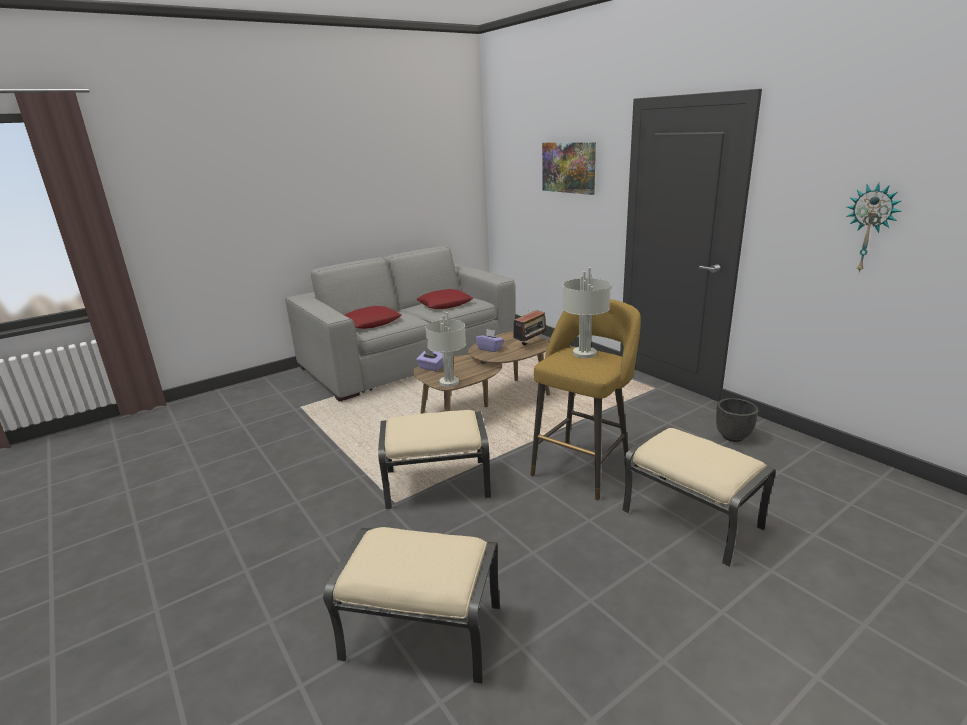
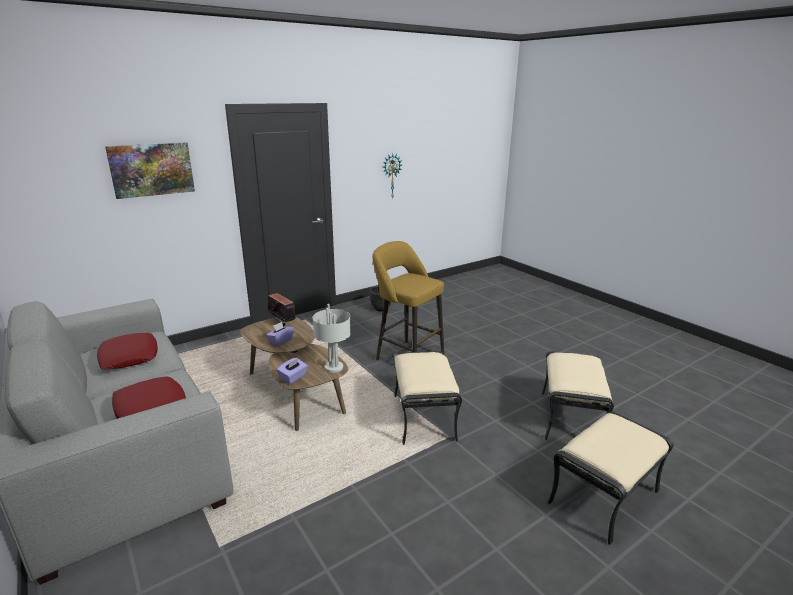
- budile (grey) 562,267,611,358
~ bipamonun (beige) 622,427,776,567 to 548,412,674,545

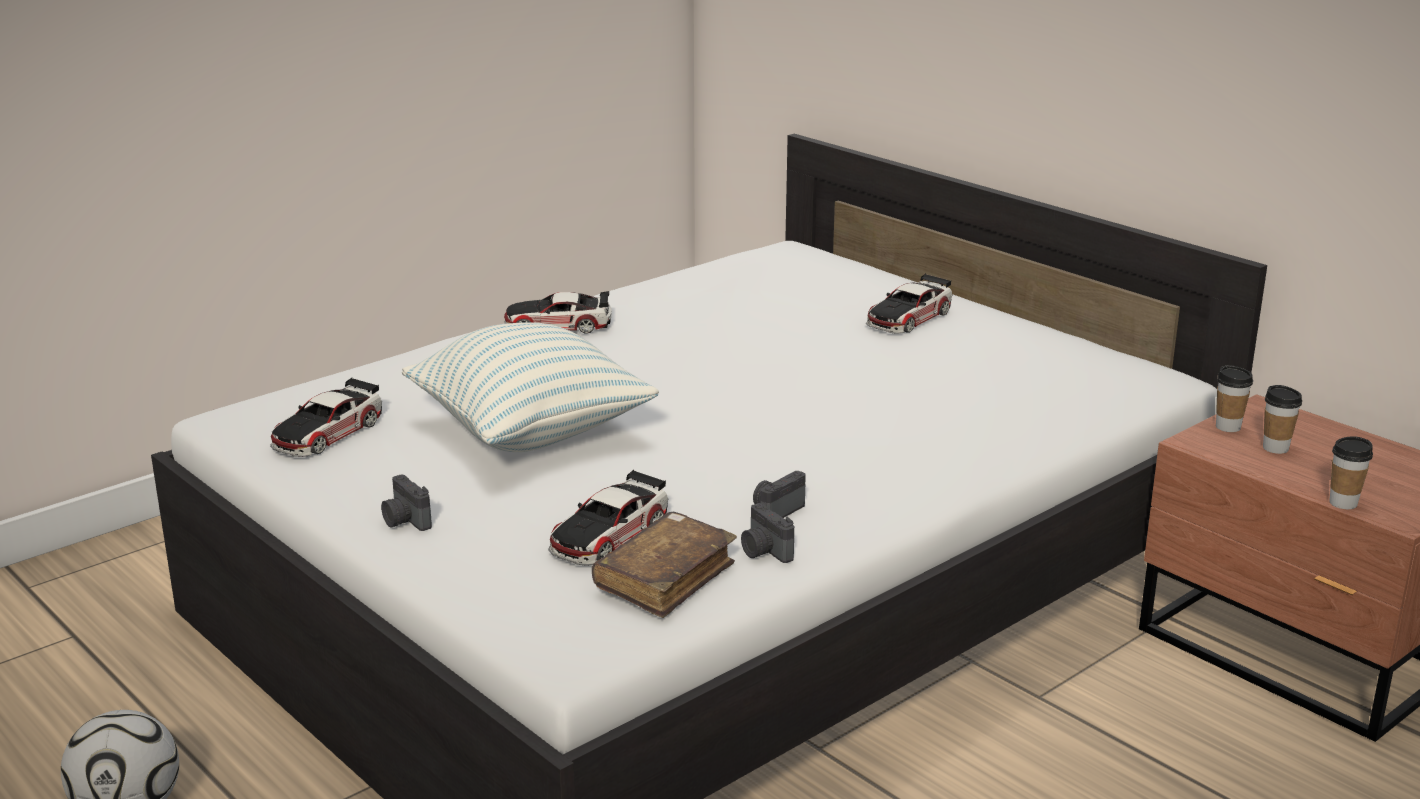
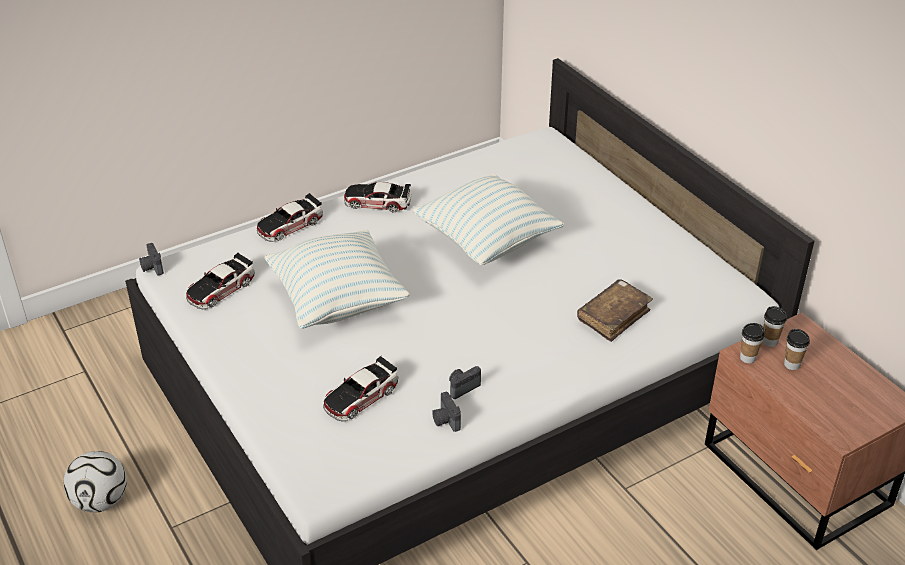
~ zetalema 866,274,952,334 to 257,193,323,242
~ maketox 1329,436,1373,509 to 740,323,765,363
~ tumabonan 381,475,432,531 to 139,243,164,276
~ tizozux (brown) 592,512,737,618 to 577,279,653,342
+ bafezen 413,174,564,265

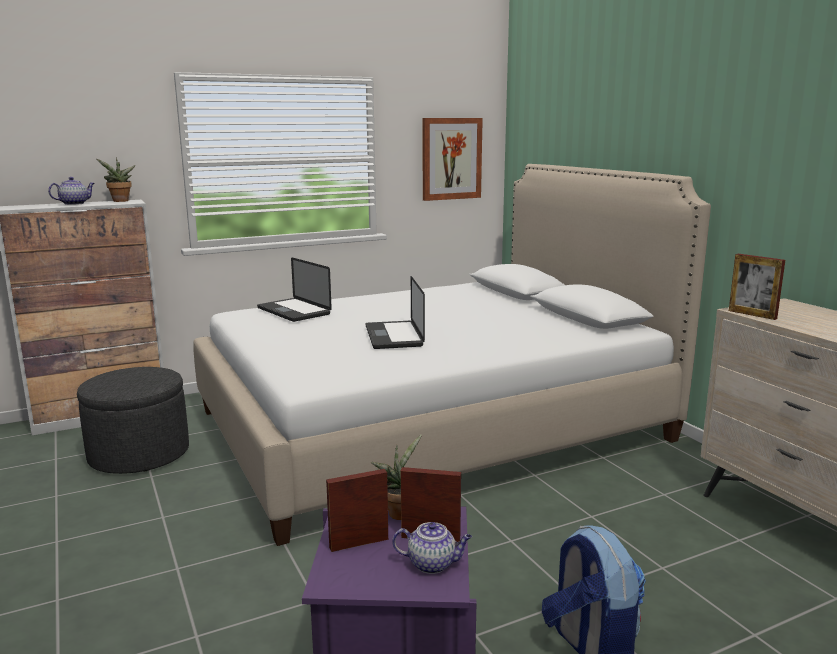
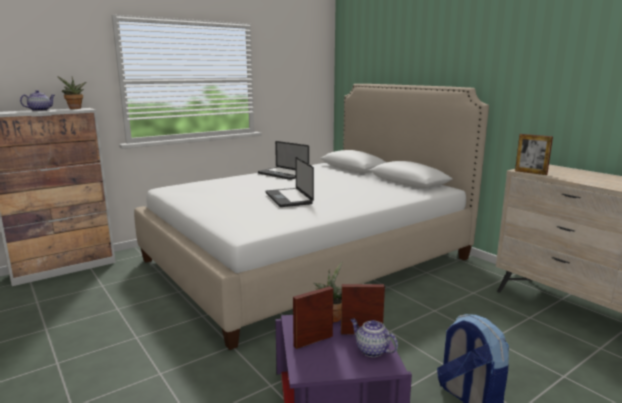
- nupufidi 422,118,483,201
~ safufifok 257,257,332,322 to 258,141,309,180
- bipamonun (grey) 77,367,189,474
~ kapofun 392,522,472,574 = 350,319,398,357 135 degrees counterclockwise

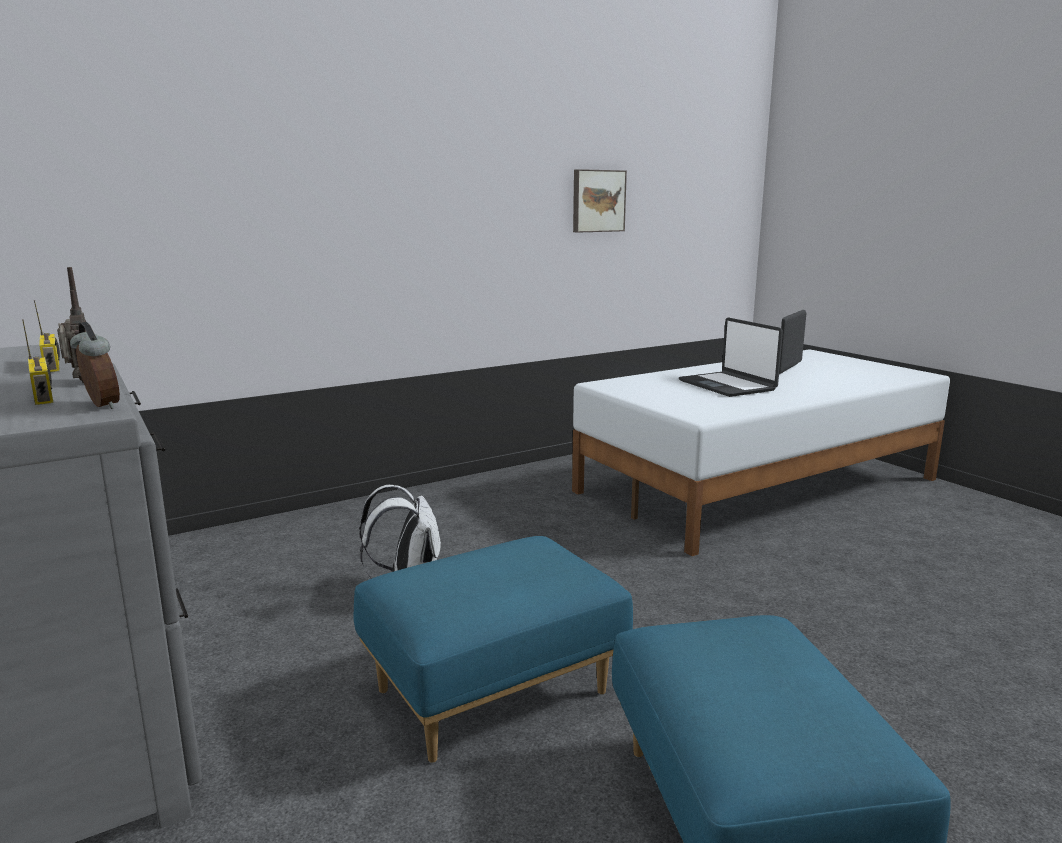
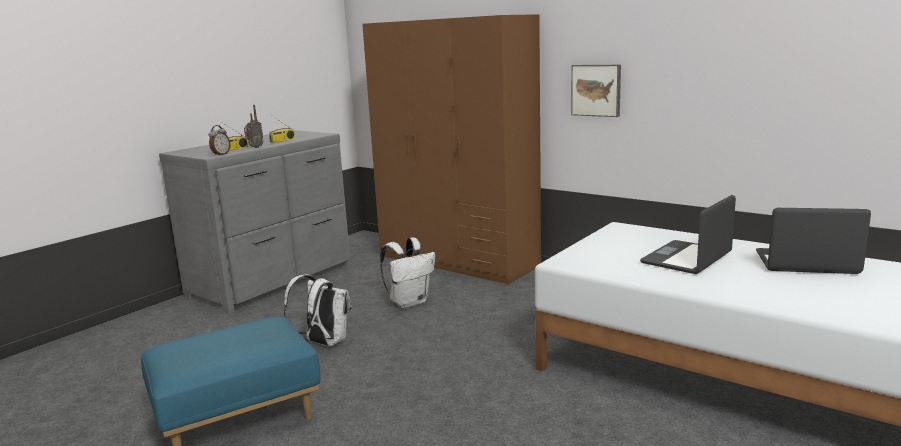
~ nupufidi 573,169,627,233 to 571,65,621,117
~ bipamonun (blue) 354,536,633,763 to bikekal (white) 284,274,352,346
+ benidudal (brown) 362,14,541,285

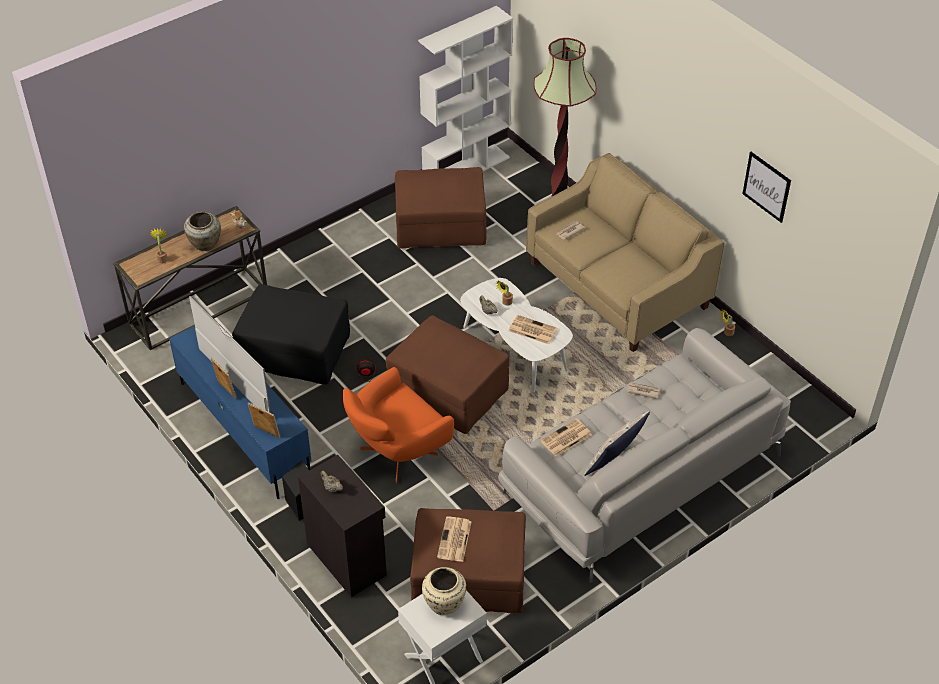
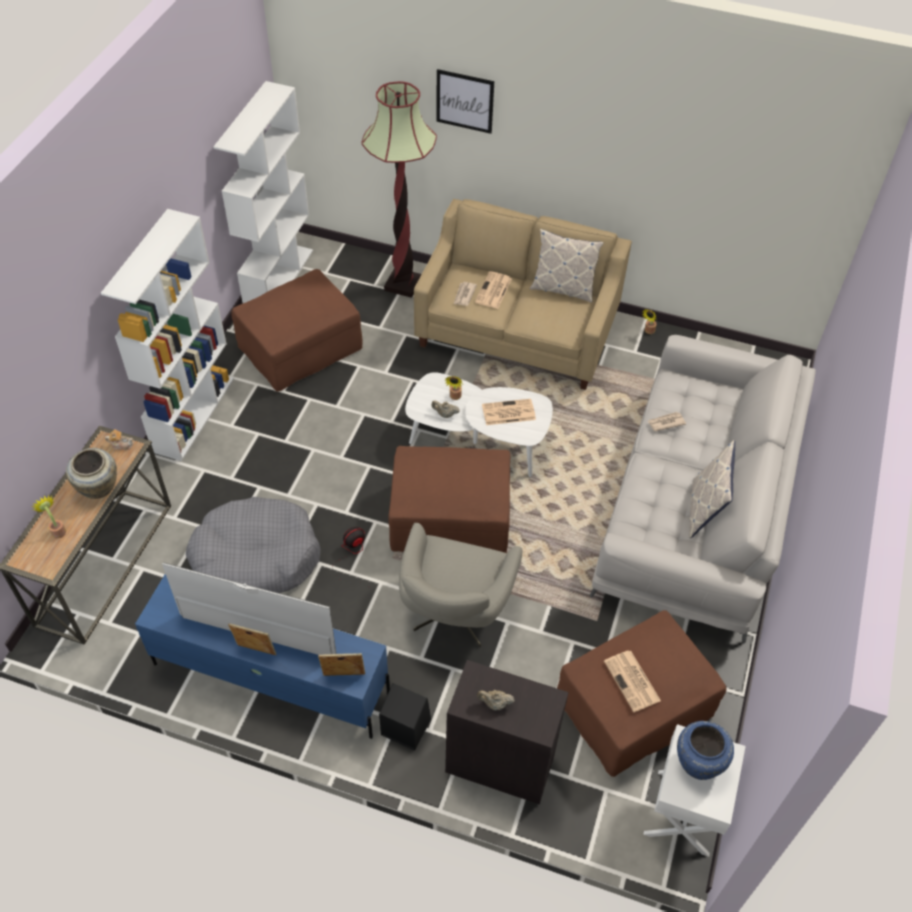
~ nupufidi 742,152,791,223 to 436,69,494,134
~ bipamonun (black) 232,284,350,385 to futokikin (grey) 186,497,321,593
~ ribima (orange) 343,367,454,484 to ribima (grey) 399,523,522,647
~ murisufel 540,418,592,457 to 475,271,512,309
~ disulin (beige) 422,567,466,615 to disulin (blue) 677,721,734,780
+ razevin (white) 101,209,234,461
+ bafezen 530,229,604,303

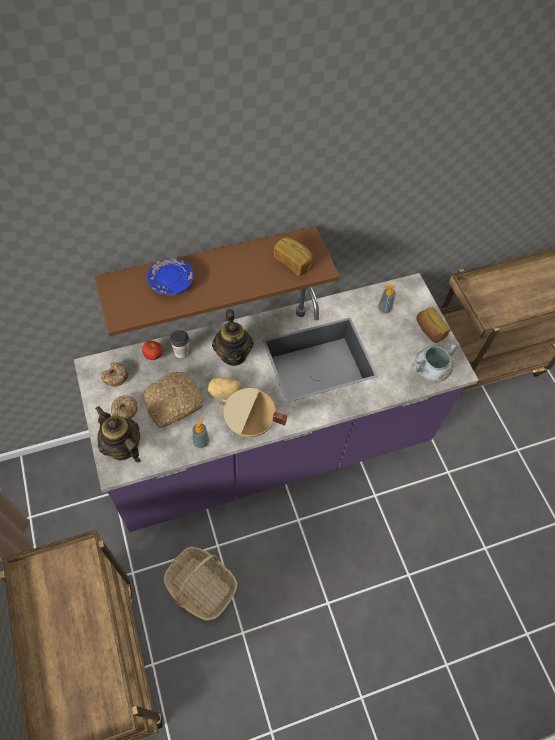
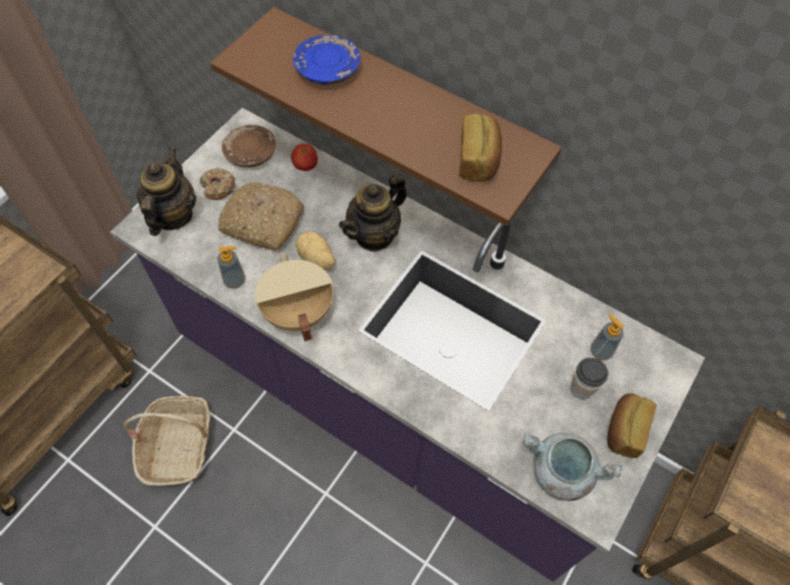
~ maketox 170,330,189,359 to 570,358,608,400
~ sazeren 101,362,128,387 to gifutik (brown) 222,125,276,167

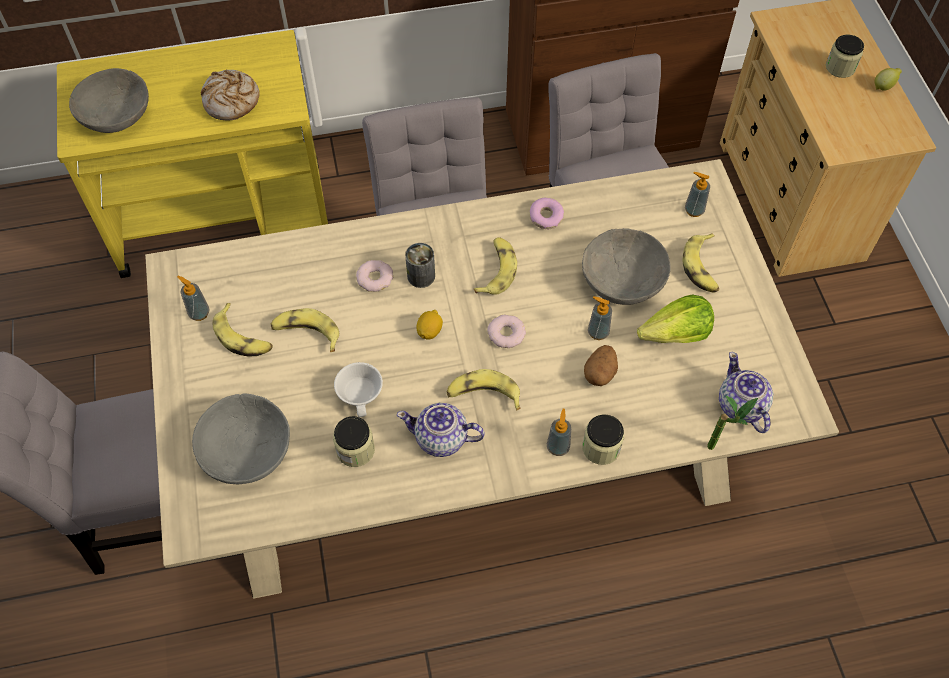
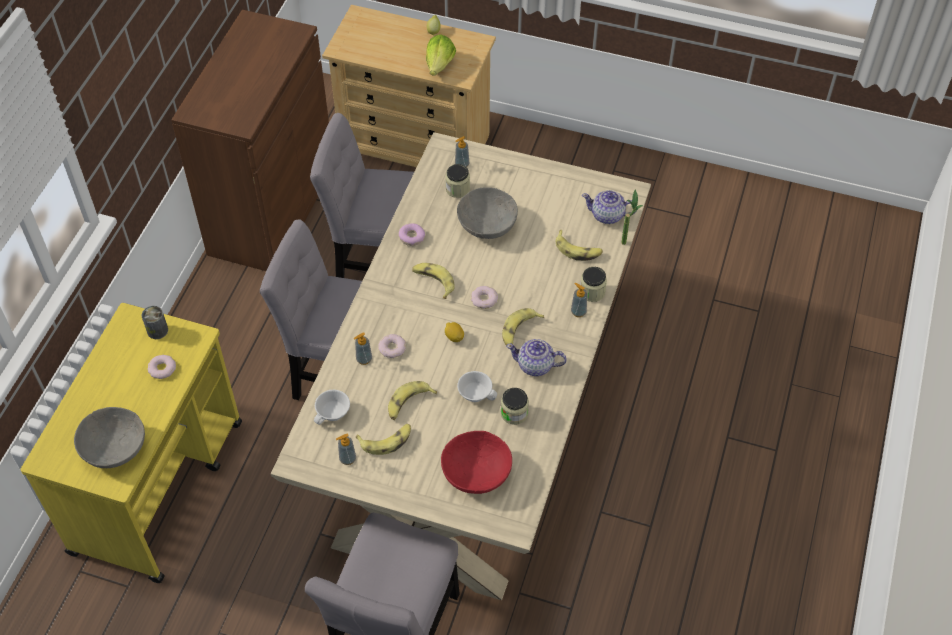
~ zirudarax 826,35,864,78 to 445,164,470,198
~ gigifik 201,70,259,121 to sazeren 148,355,176,379
~ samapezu 683,233,719,292 to 556,230,603,261
~ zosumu 405,243,435,288 to 142,306,168,339
~ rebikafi 637,294,714,343 to 426,34,456,76
~ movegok 588,296,612,340 to 354,332,372,365
- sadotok 584,345,618,386
~ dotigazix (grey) 192,393,290,484 to dotigazix (red) 441,431,512,494
~ kapofun 397,403,485,457 = 506,339,567,376 60 degrees clockwise
+ maketox (white) 314,390,350,425

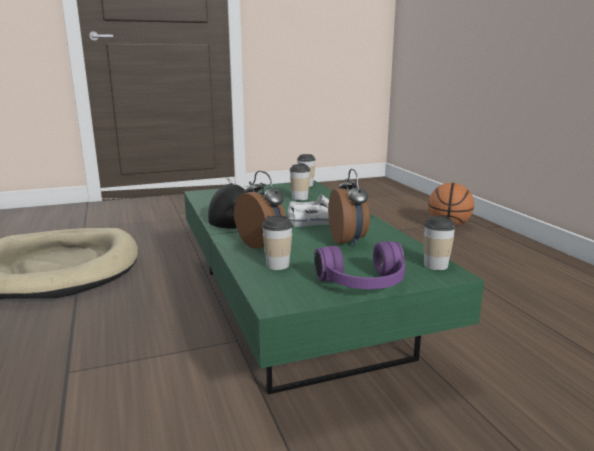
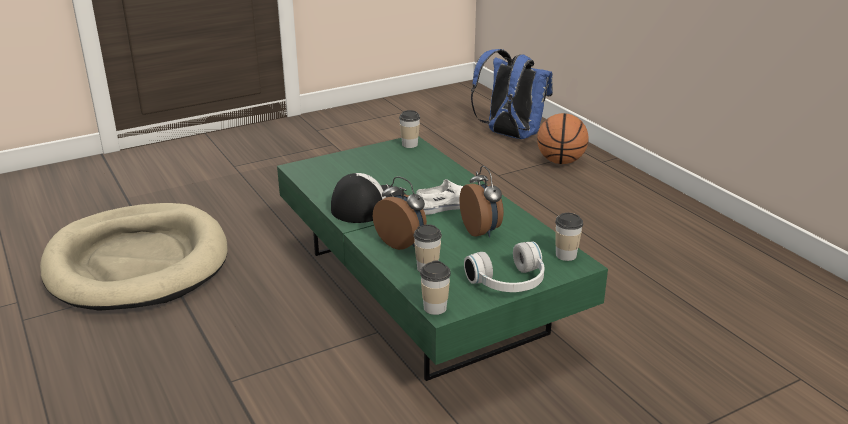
~ maketox 289,163,310,201 to 420,261,451,315
~ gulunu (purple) 314,241,405,289 to gulunu (white) 464,242,545,292
+ bikekal (blue) 471,49,553,139

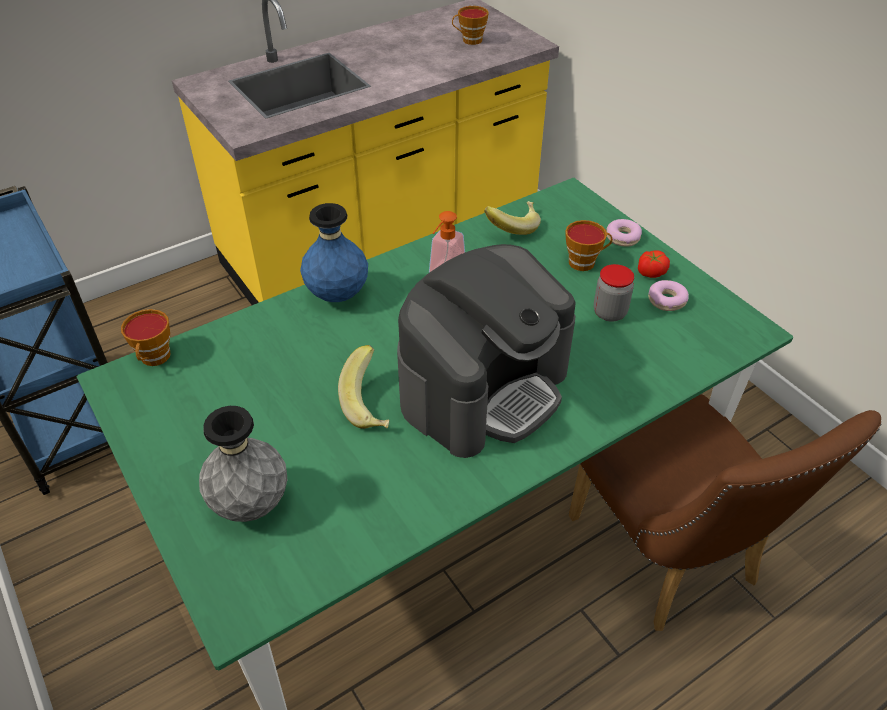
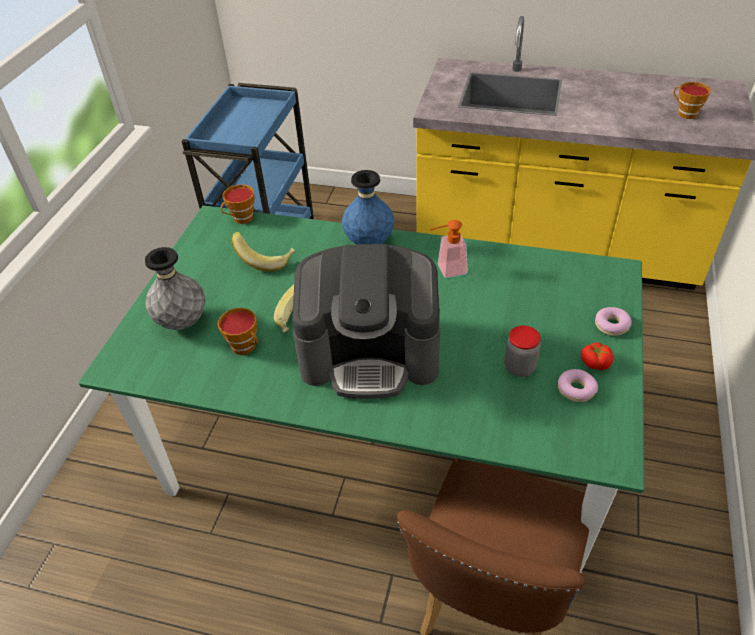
~ samapezu 485,201,541,235 to 232,232,296,272
~ maketox 565,220,612,271 to 218,308,258,355

